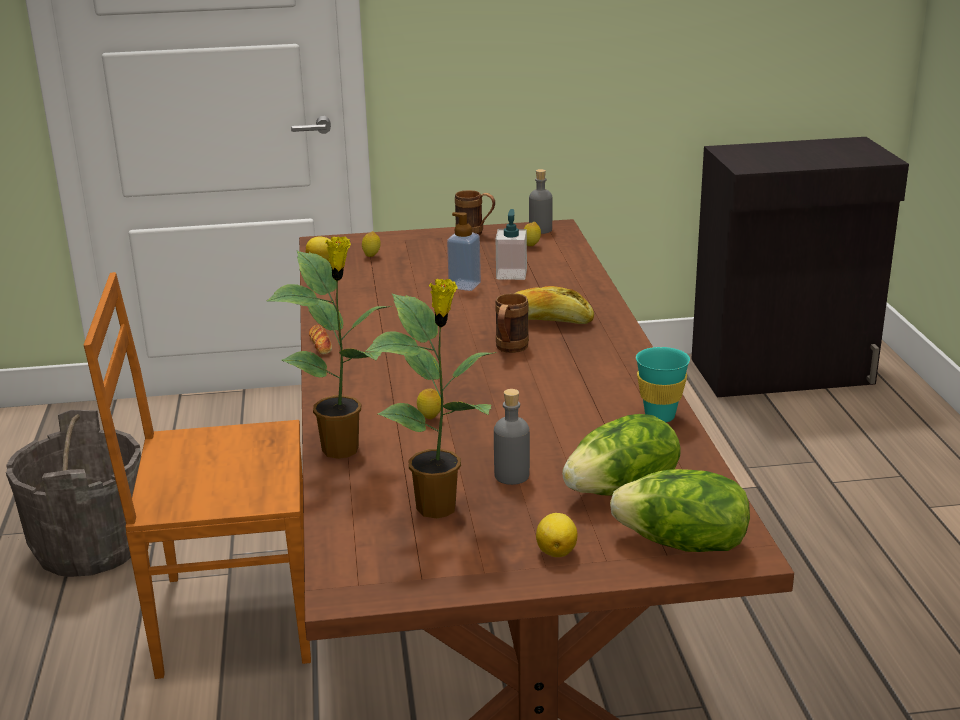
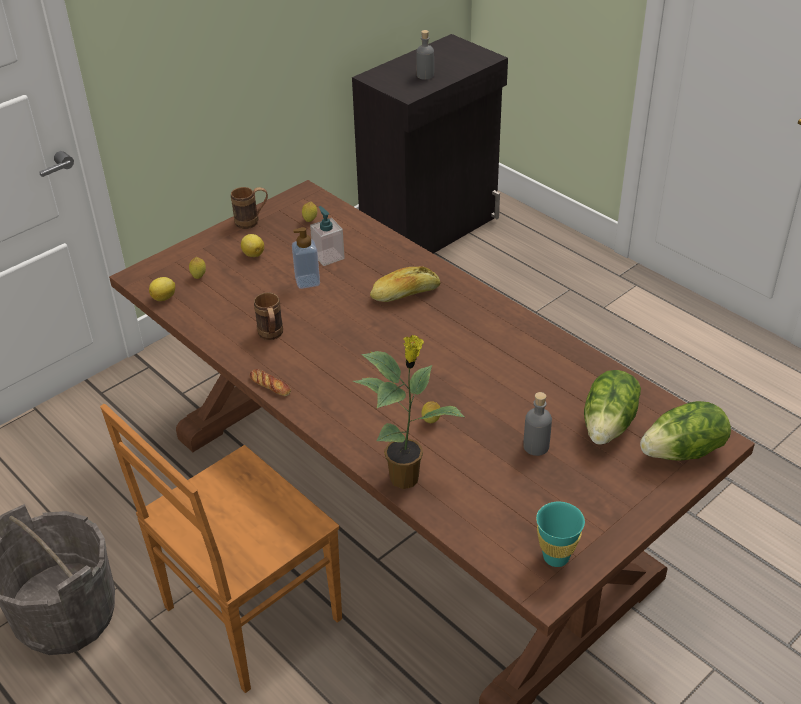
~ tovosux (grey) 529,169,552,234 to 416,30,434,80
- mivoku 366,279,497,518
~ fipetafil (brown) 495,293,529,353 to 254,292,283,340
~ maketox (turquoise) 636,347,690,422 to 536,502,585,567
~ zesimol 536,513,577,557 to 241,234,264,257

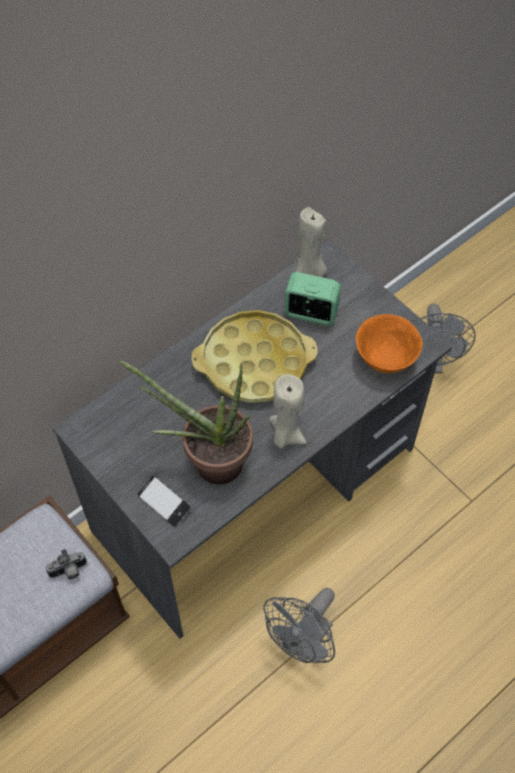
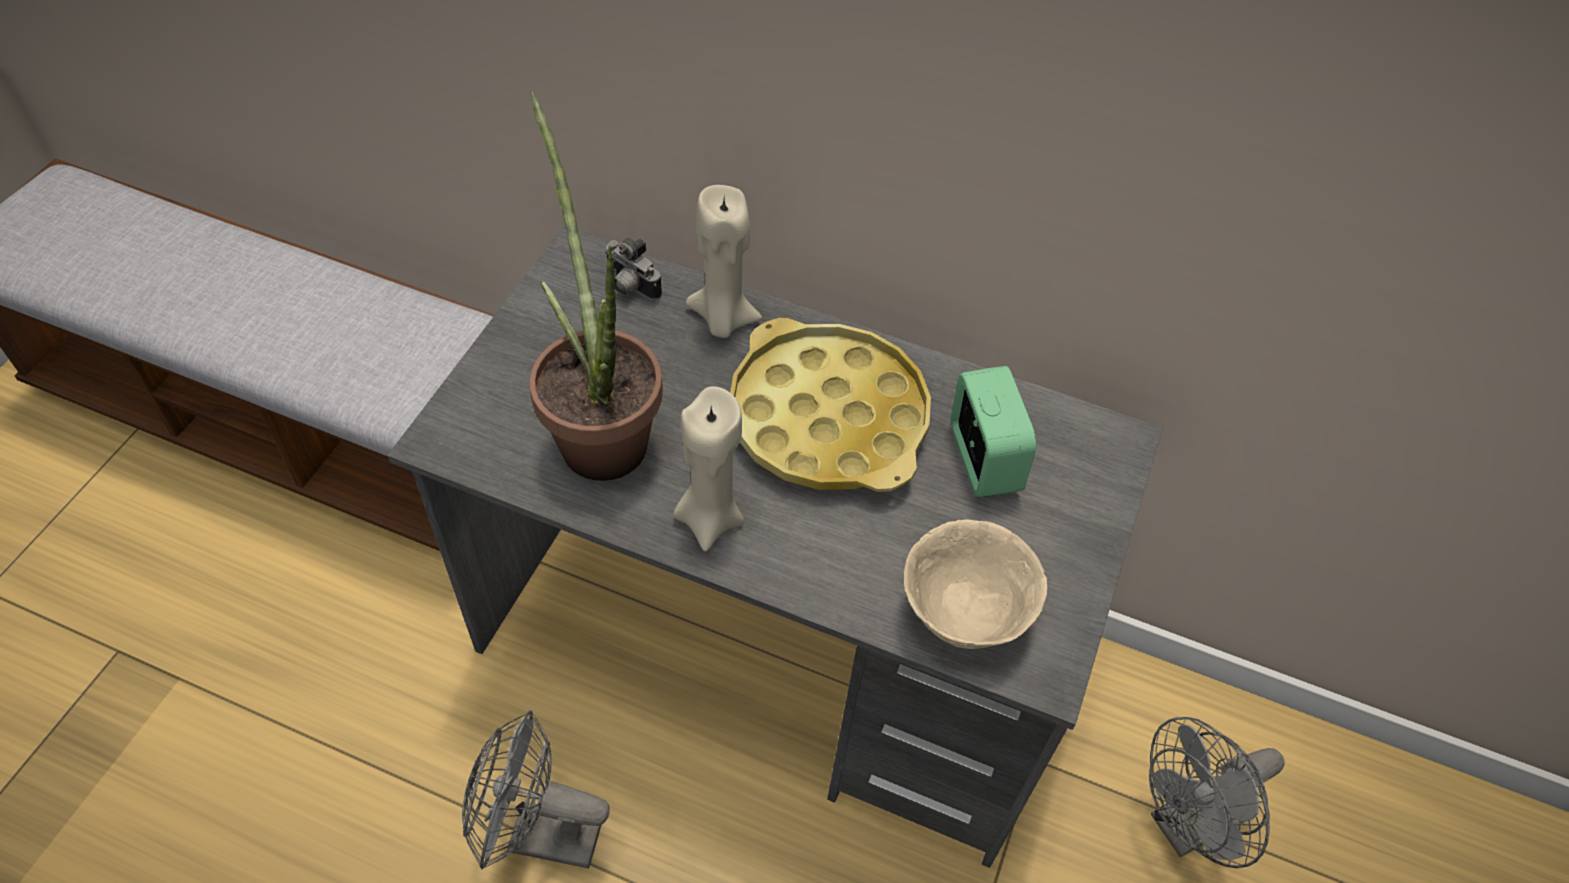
~ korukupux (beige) 296,207,327,277 to 686,185,762,338
~ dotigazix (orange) 356,314,423,373 to dotigazix (beige) 904,519,1047,649
- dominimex 137,475,191,527
~ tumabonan 46,549,87,579 to 605,238,662,300

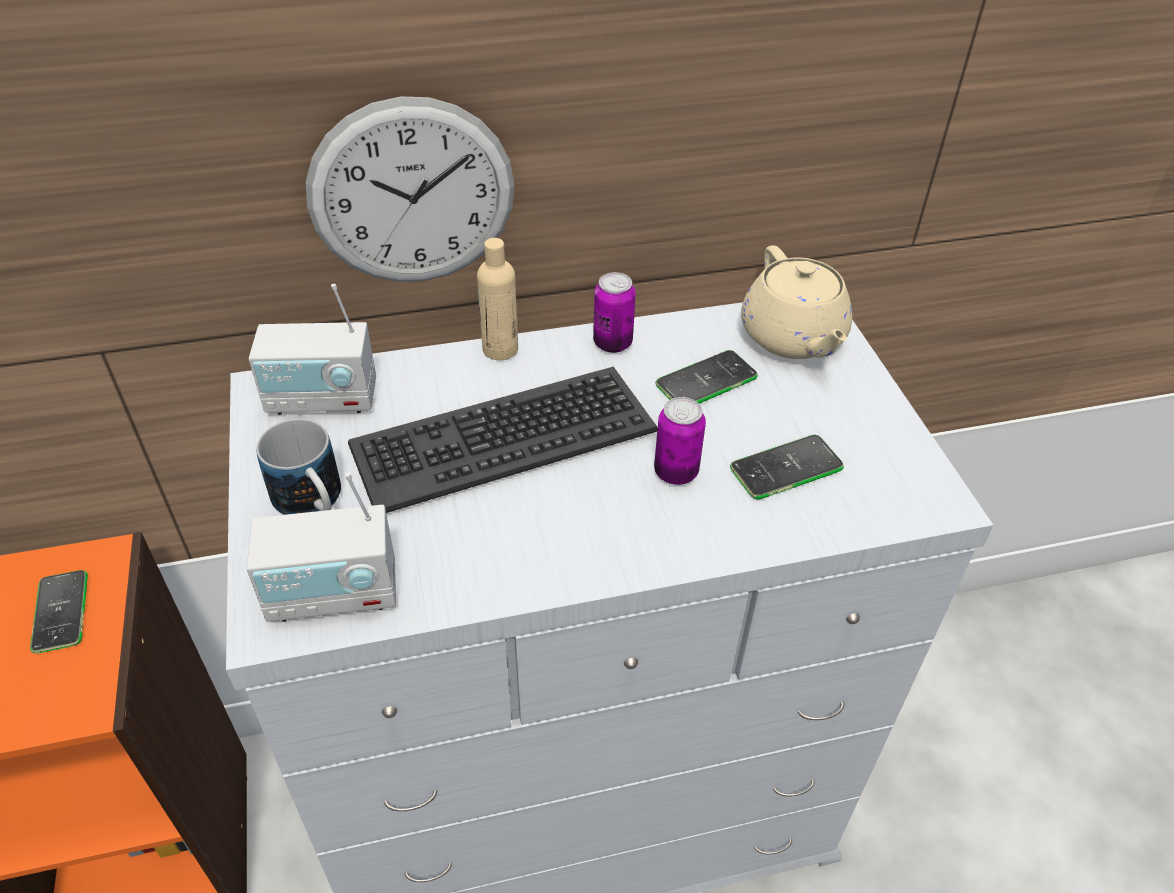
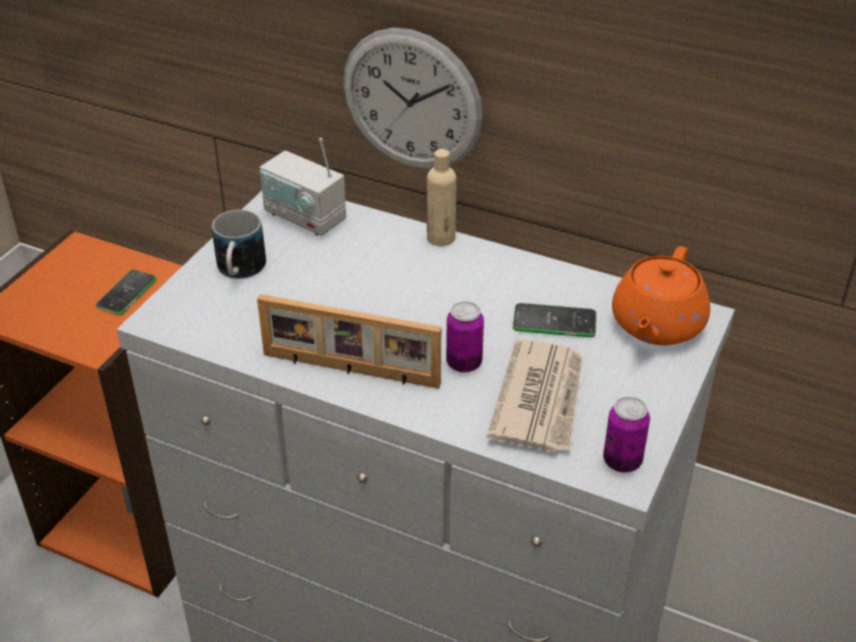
~ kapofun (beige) 741,245,852,359 to kapofun (orange) 612,246,710,345
~ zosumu 593,272,636,353 to 603,397,650,473
- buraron 348,366,658,513
~ dominimex 730,435,844,500 to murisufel 487,339,583,452
- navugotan 247,472,396,622
+ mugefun 257,294,441,389

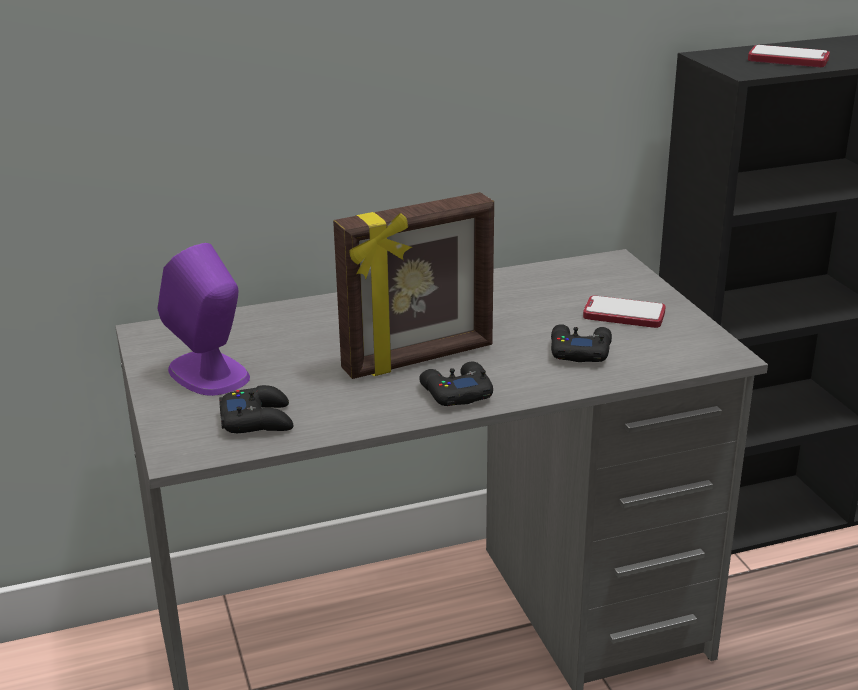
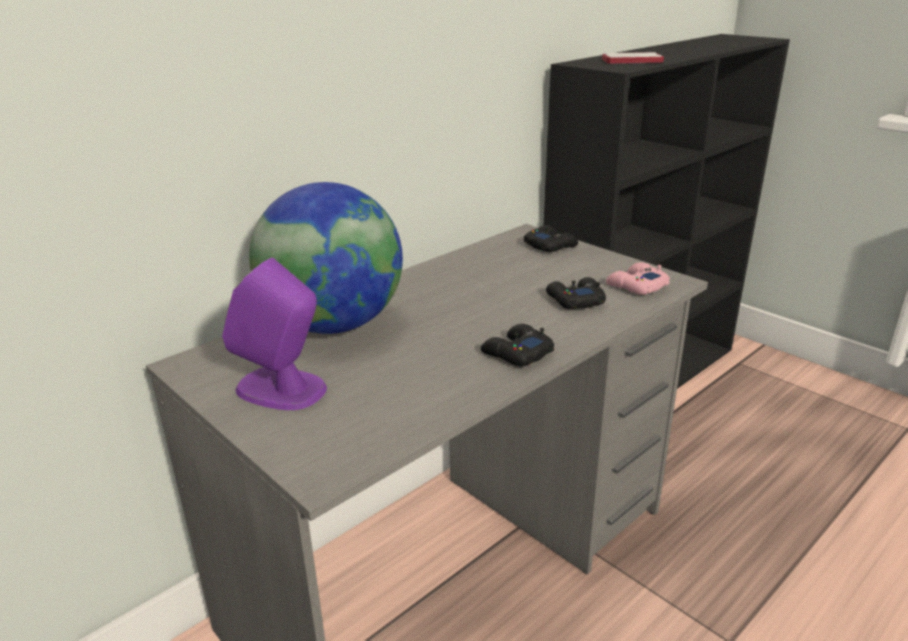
- mugefun 333,192,494,379
- dominimex 583,296,666,328
~ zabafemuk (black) 219,385,293,433 to 524,225,578,252
+ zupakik 249,182,403,334
+ zabafemuk (pink) 606,262,670,295

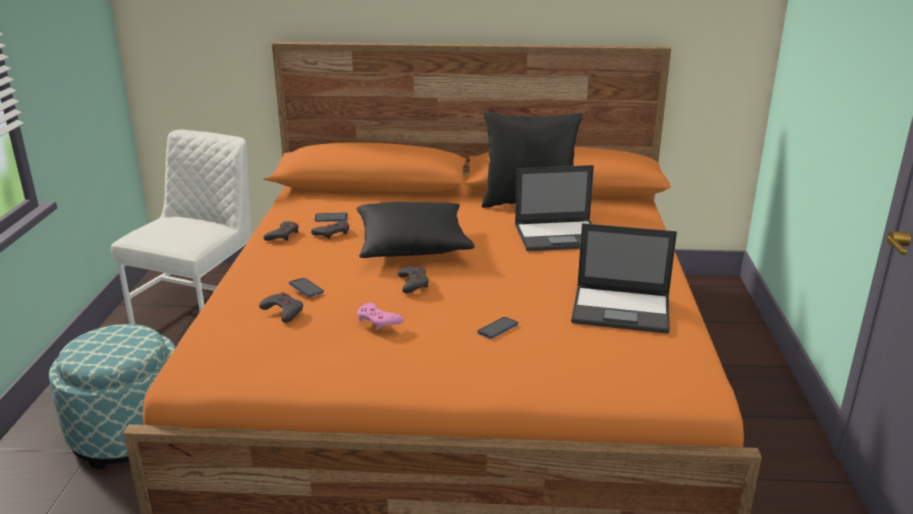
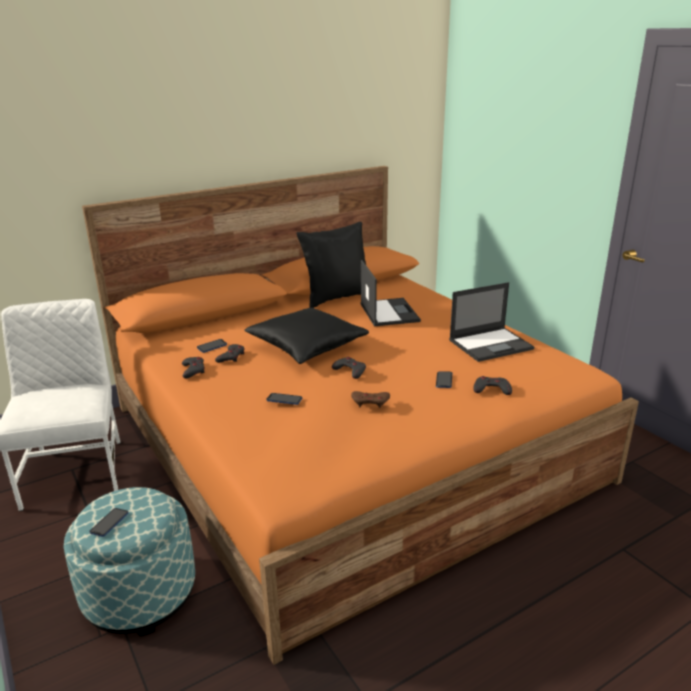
~ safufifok 515,165,594,251 = 360,260,421,326 60 degrees counterclockwise
~ zabafemuk (grey) 259,292,303,323 to 473,376,512,395
~ zabafemuk (pink) 357,303,404,330 to zabafemuk (brown) 351,391,390,408
+ dominimex 89,508,129,537

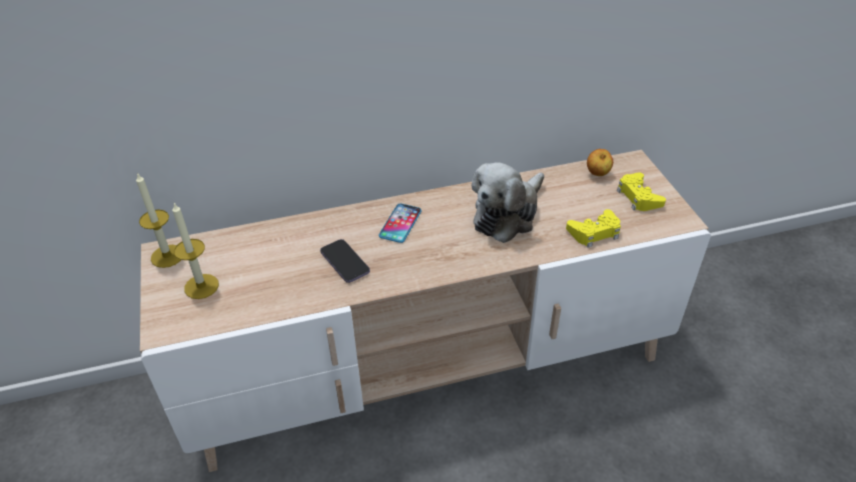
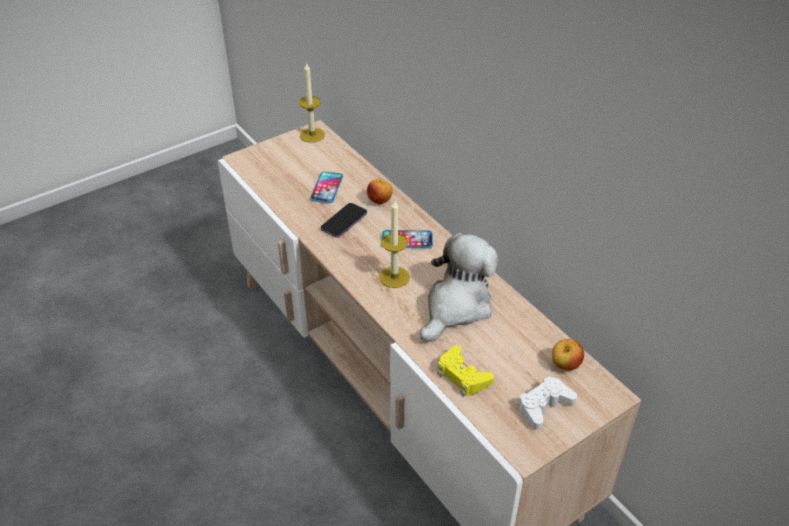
~ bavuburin 471,163,544,243 = 420,233,498,342 105 degrees clockwise
~ zabafemuk (yellow) 617,172,666,211 to zabafemuk (white) 518,377,577,429
~ korukupux 172,203,219,299 to 379,199,410,288
+ dominimex 310,172,343,203
+ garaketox 367,179,393,204

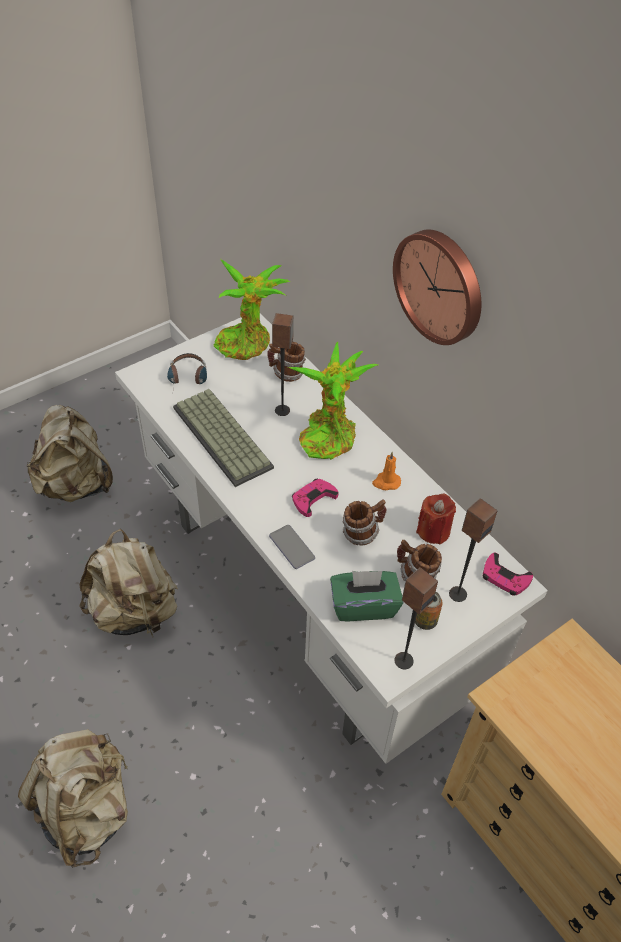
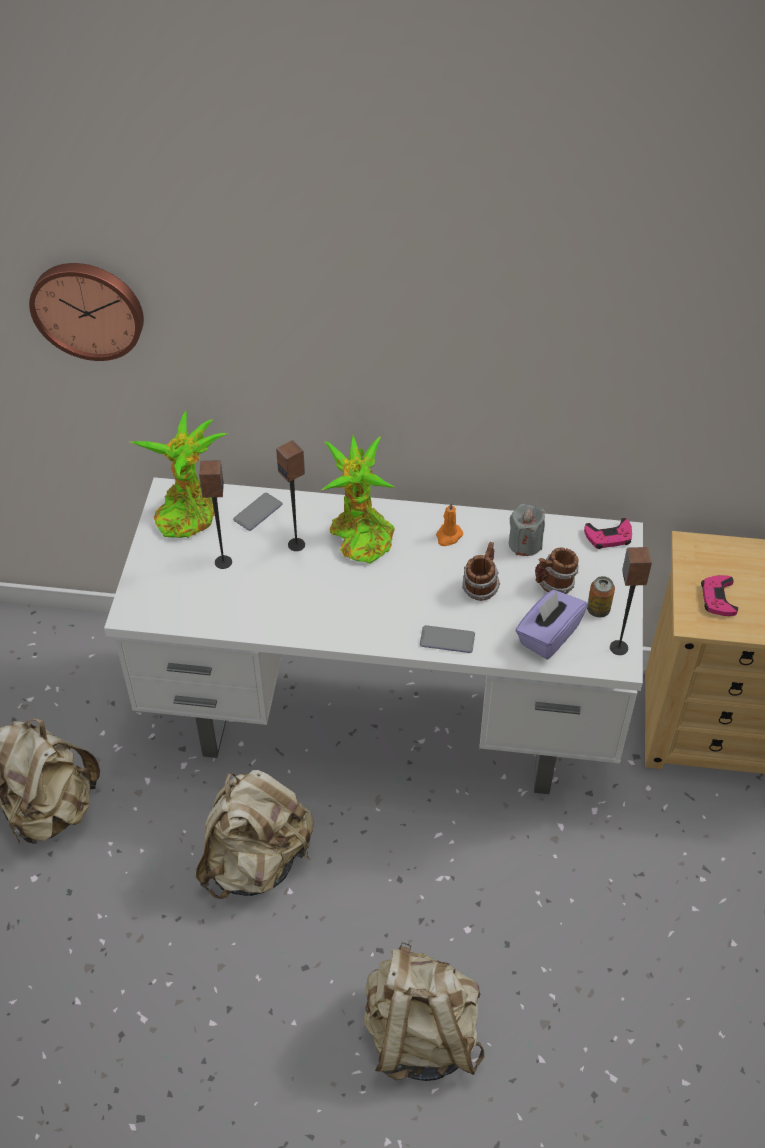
~ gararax 393,229,481,345 to 29,263,144,361
~ fipetafil 268,342,306,382 to dominimex 233,493,282,531
- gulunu 167,353,207,386
- buraron 173,389,274,487
~ zabafemuk (pink) 292,479,339,517 to 701,575,738,616
~ korukupux (red) 416,494,456,544 to korukupux (grey) 509,504,545,556
~ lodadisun 449,498,497,602 to 199,460,232,569
~ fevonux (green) 330,571,404,621 to fevonux (purple) 515,590,587,659

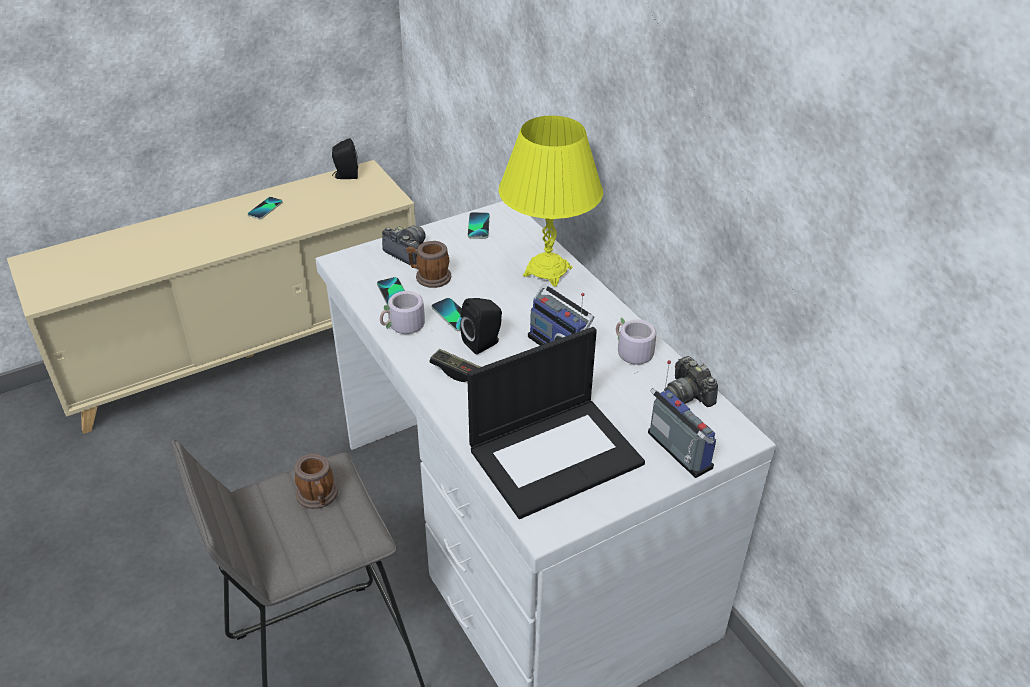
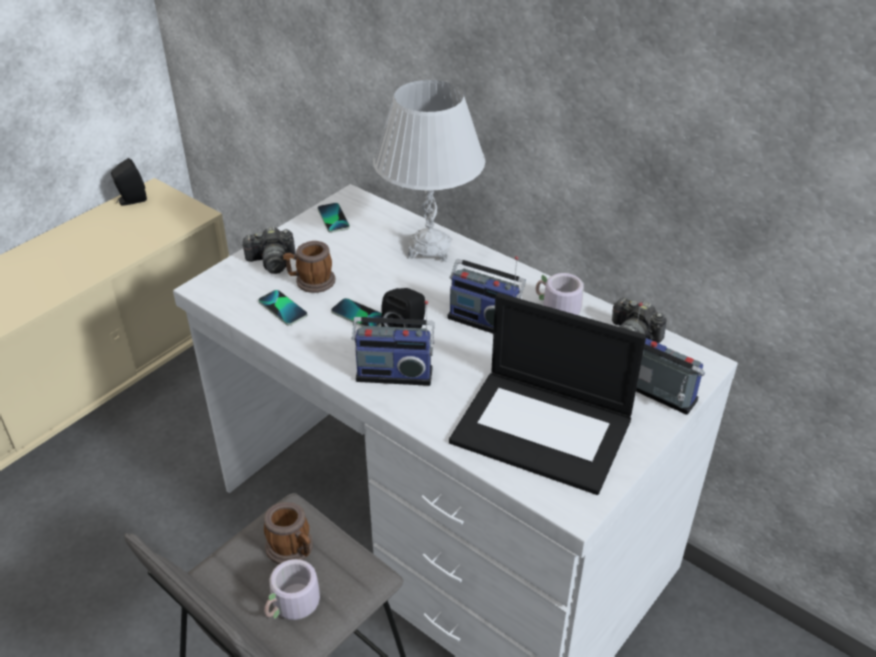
~ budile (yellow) 499,116,603,287 to budile (white) 373,80,486,262
- dominimex 247,197,283,219
~ tumabonan 382,226,426,265 = 241,226,296,274 150 degrees clockwise
~ fipetafil (grey) 380,291,434,334 to 264,559,336,620
~ safufifok 467,327,645,519 = 449,293,646,495 75 degrees clockwise
~ zabafemuk 429,349,480,382 to navugotan 352,300,434,386

